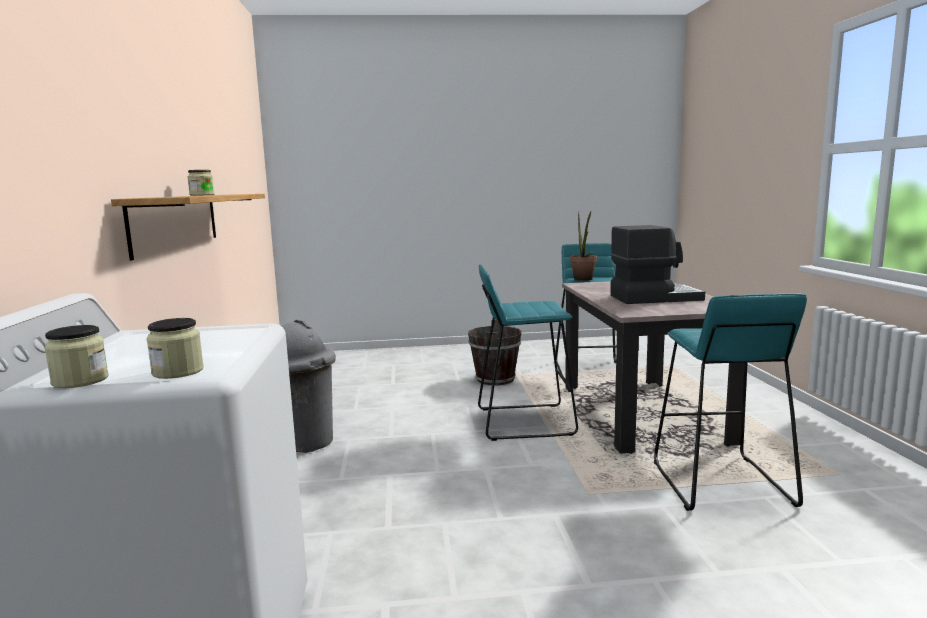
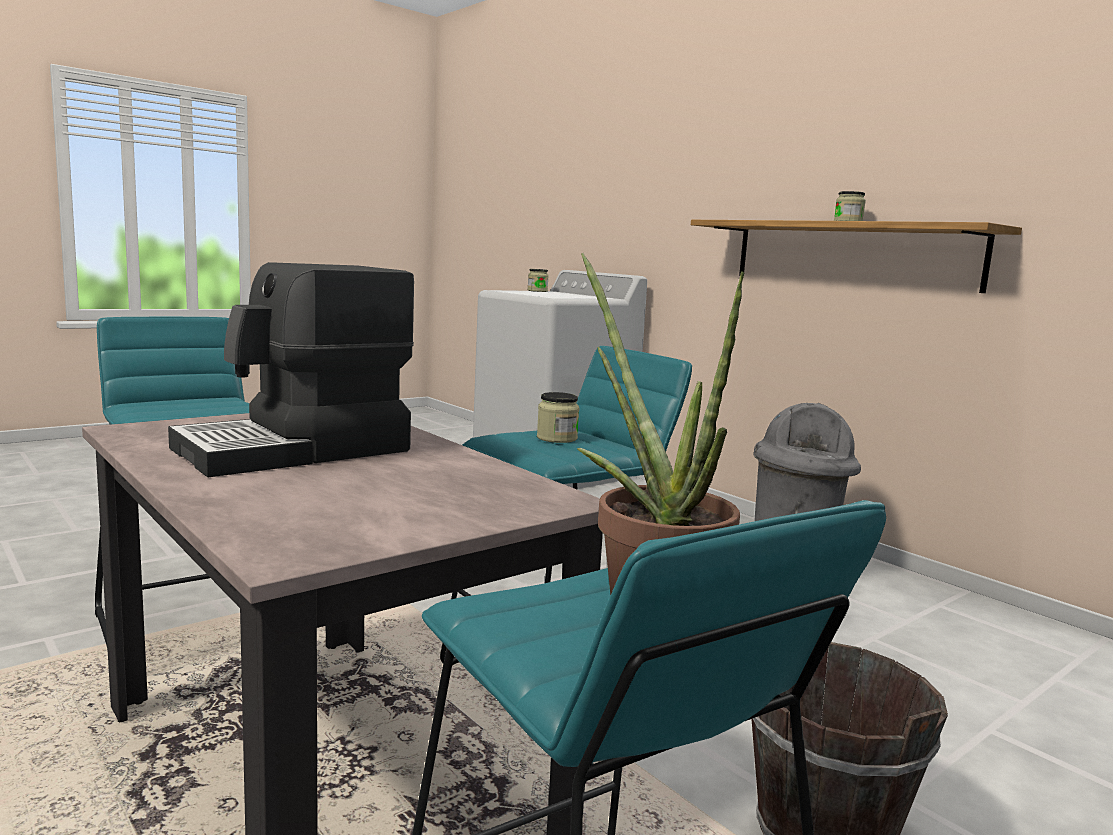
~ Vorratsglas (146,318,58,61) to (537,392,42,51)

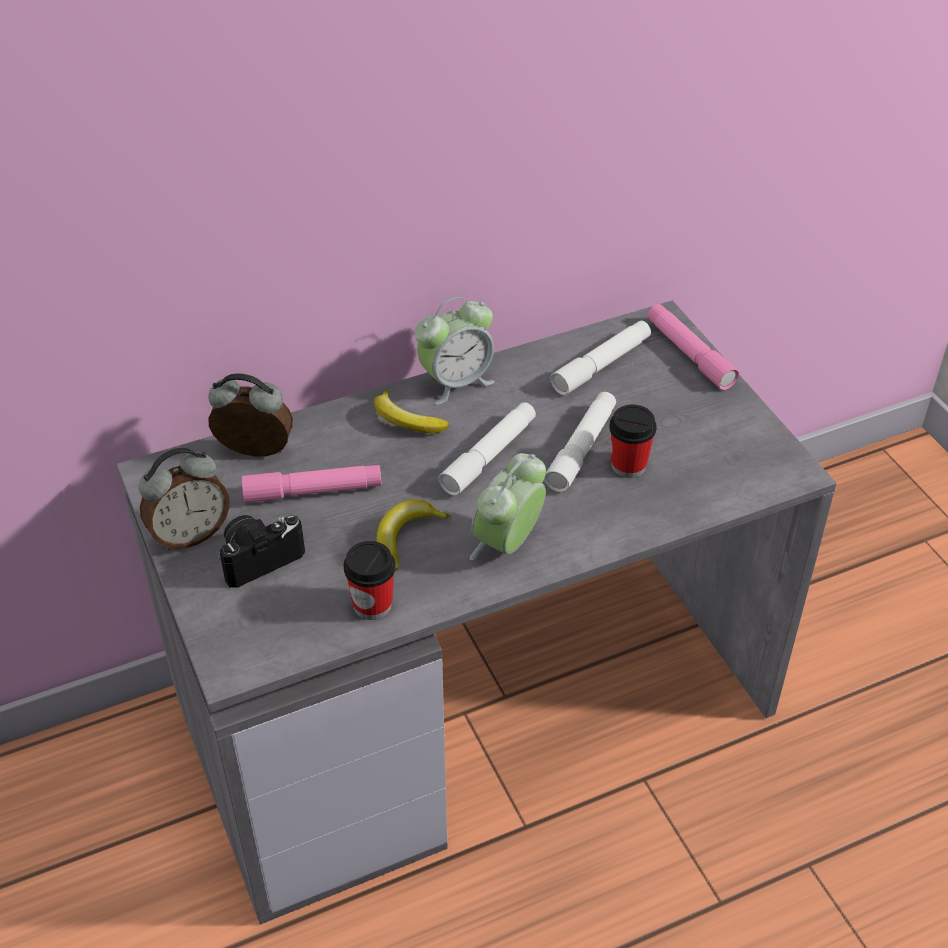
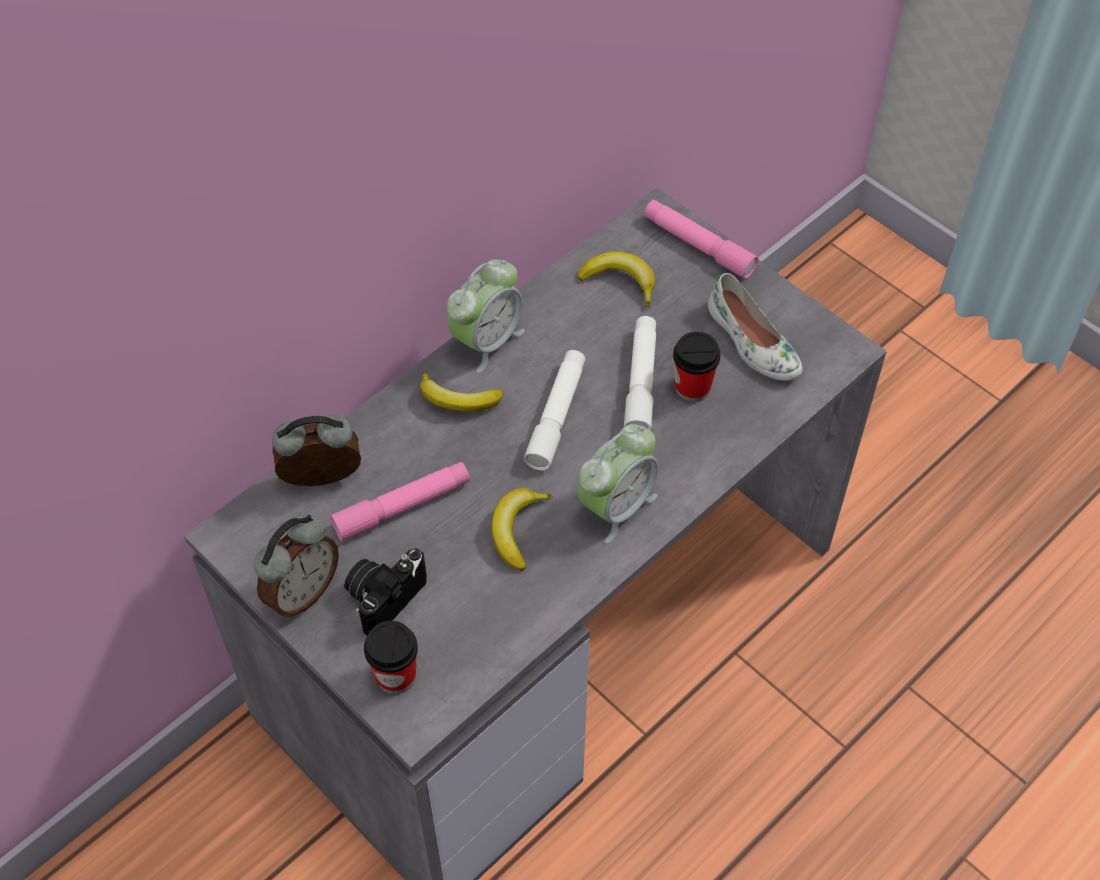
~ Tasse (344,541,52,79) to (364,621,54,73)
~ Taschenlampe (weiß) (551,321,100,74) to Banane (577,251,78,56)
~ Wecker (470,453,76,107) = (578,424,81,119) 150 degrees counterclockwise
+ Schuh (weiß) (708,273,95,108)

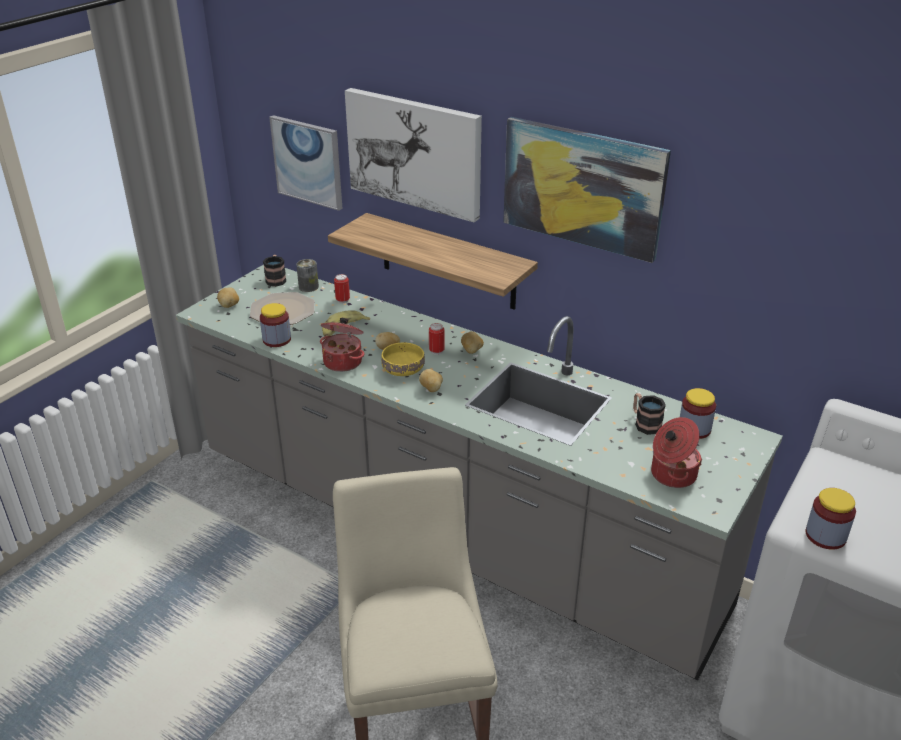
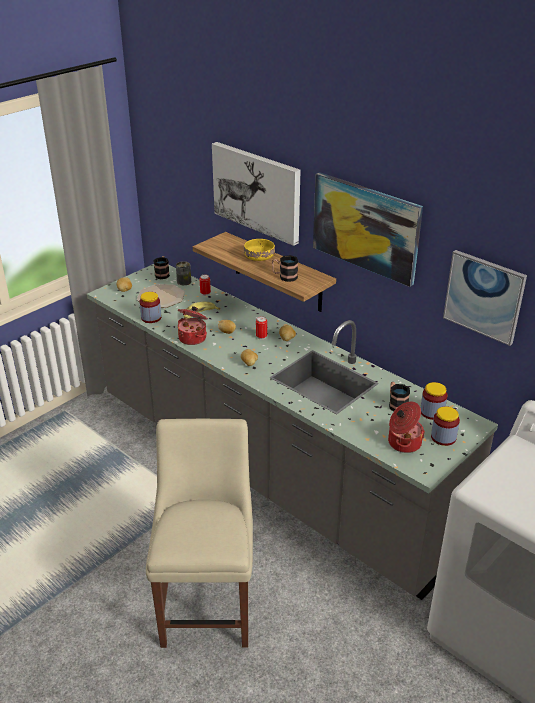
~ Schüssel (gelb) (381,342,44,34) to (244,239,31,22)
+ Henkelbecher (272,255,26,27)
~ Vorratsglas (805,488,51,62) to (431,406,29,40)
~ Bild (269,115,73,96) to (443,250,84,96)

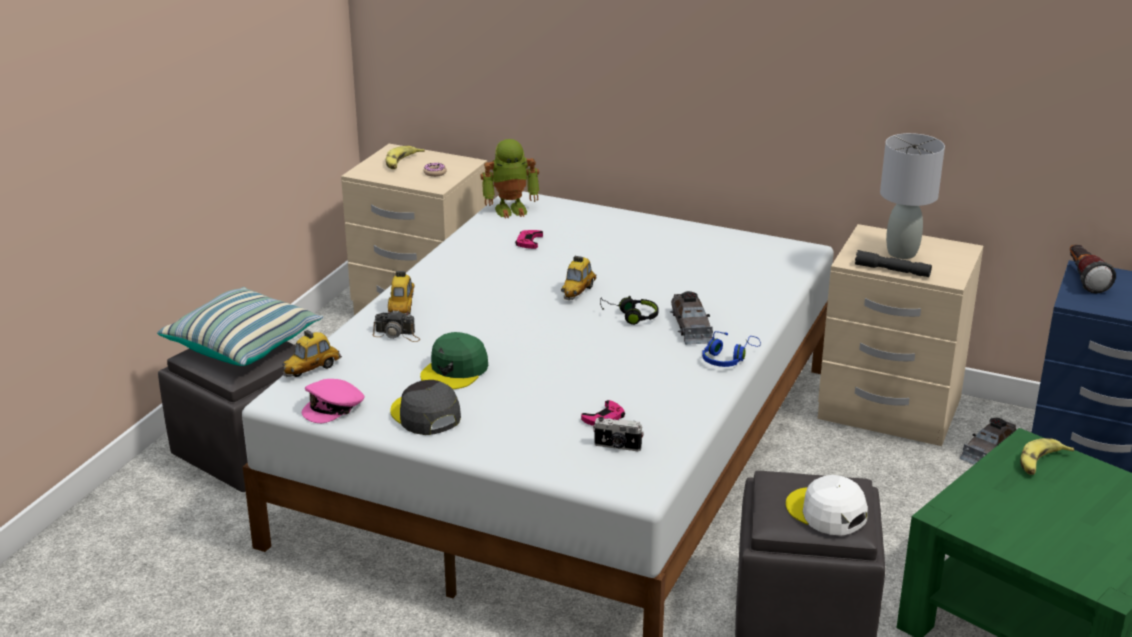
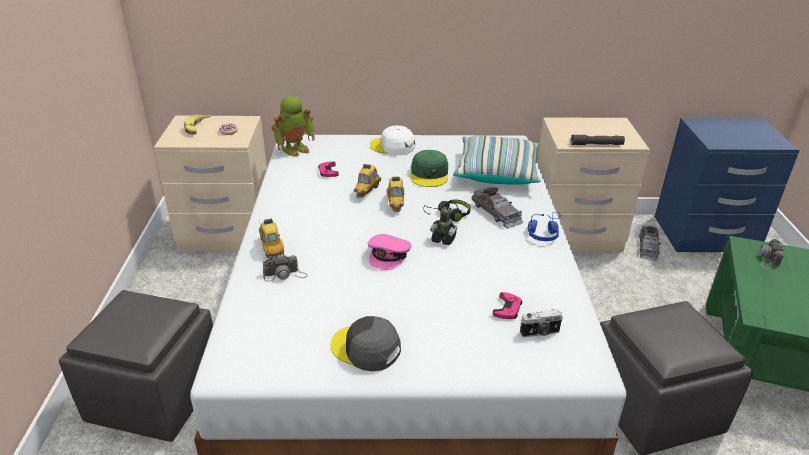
~ Spielzeugauto (282,330,60,47) to (354,164,27,34)
~ Kappe (rosa) (302,379,63,44) to (367,234,45,36)
~ Kappe (weiß) (786,475,82,61) to (370,126,45,29)
~ Kappe (grün) (420,332,68,57) to (410,150,38,37)
+ Spielzeugroboter (430,201,27,44)
~ Kissen (157,287,166,79) to (453,136,88,49)
~ Banane (1020,438,54,37) to Kamera (760,239,24,29)
- Tischlampe (grau) (880,133,65,126)
- Taschenlampe (1070,245,46,49)

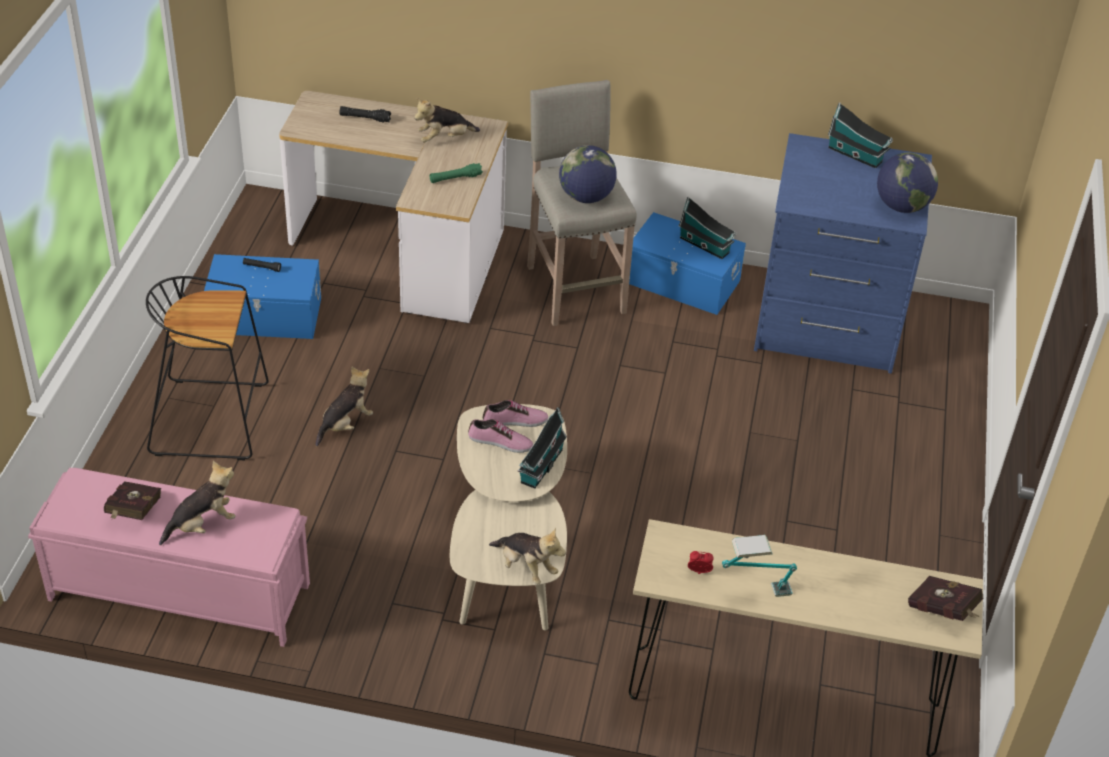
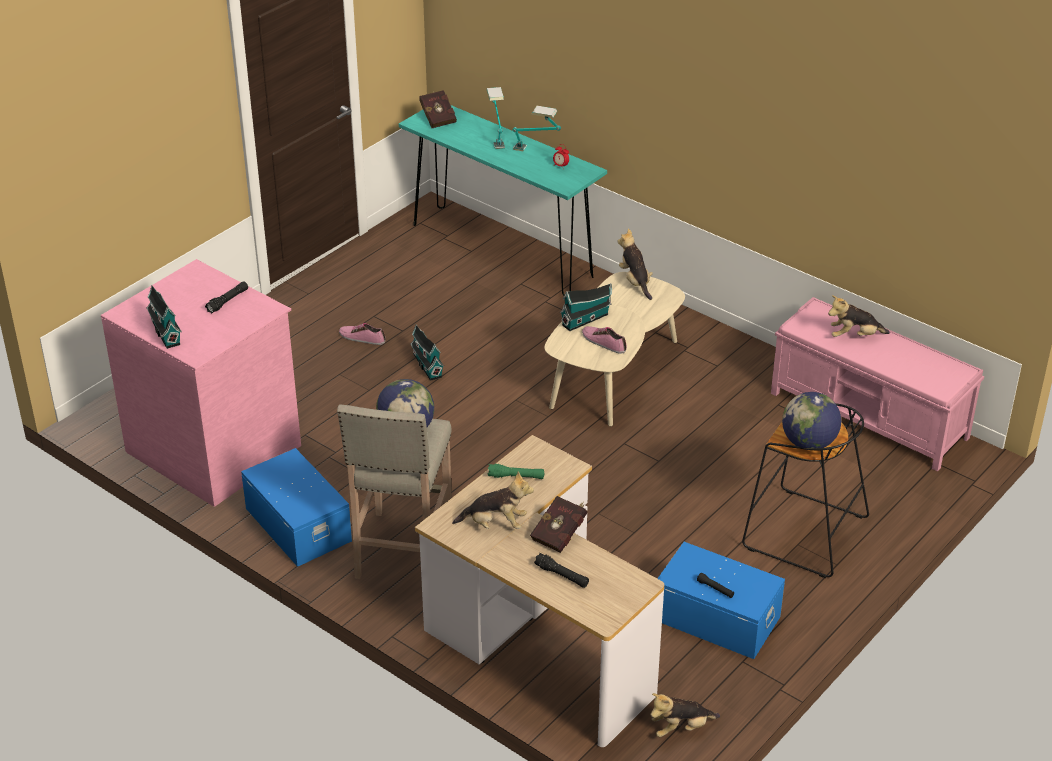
~ Kommode (blau) (754,133,178,241) to Kommode (rosa) (101,259,200,248)
+ Taschenlampe (schwarz) (205,281,43,33)
~ Schuh (483,400,66,27) to (339,323,47,22)
~ Konsolentisch (beige) (629,519,354,238) to Konsolentisch (türkis) (399,105,208,191)
~ Spielzeughaus (679,197,57,62) to (411,324,33,57)
+ Tischlampe (487,87,18,62)
~ Buch (rot) (104,481,57,39) to (530,496,57,57)
~ Plüschtier (316,366,57,80) to (650,693,70,44)
~ Globus (877,152,61,61) to (782,392,59,58)

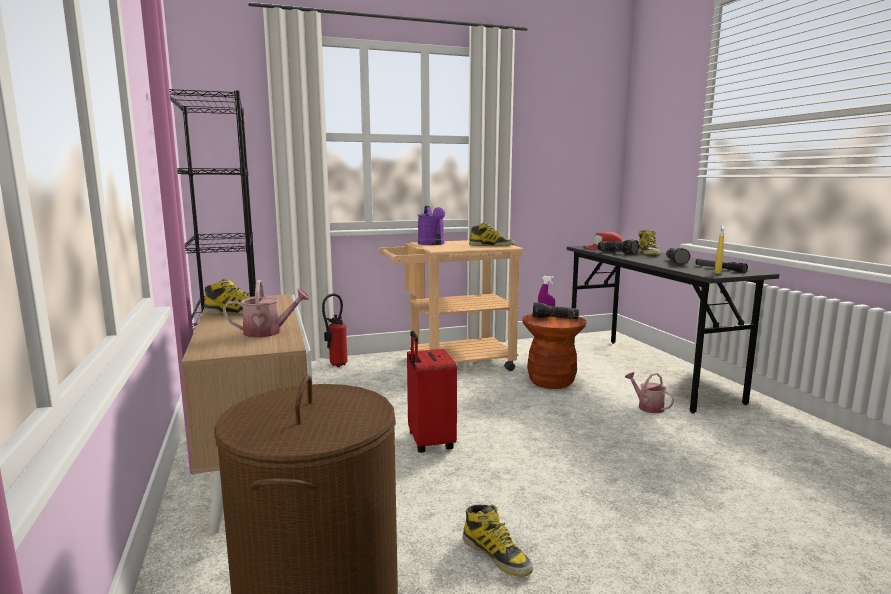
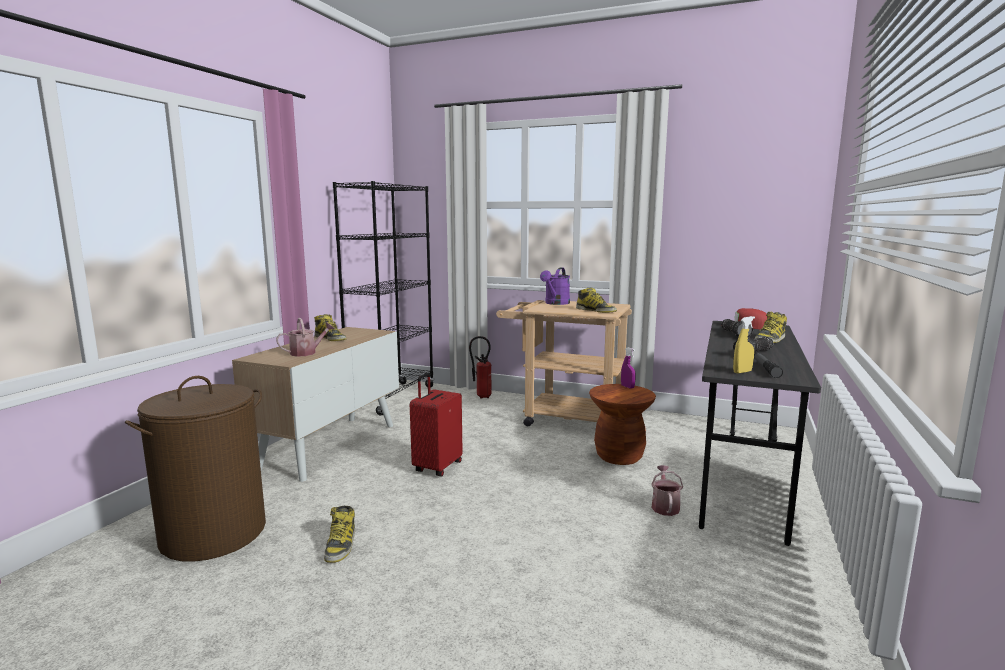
~ Gießkanne (223,280,88,58) = (276,318,59,39) 60 degrees counterclockwise
- Taschenlampe (532,302,47,17)

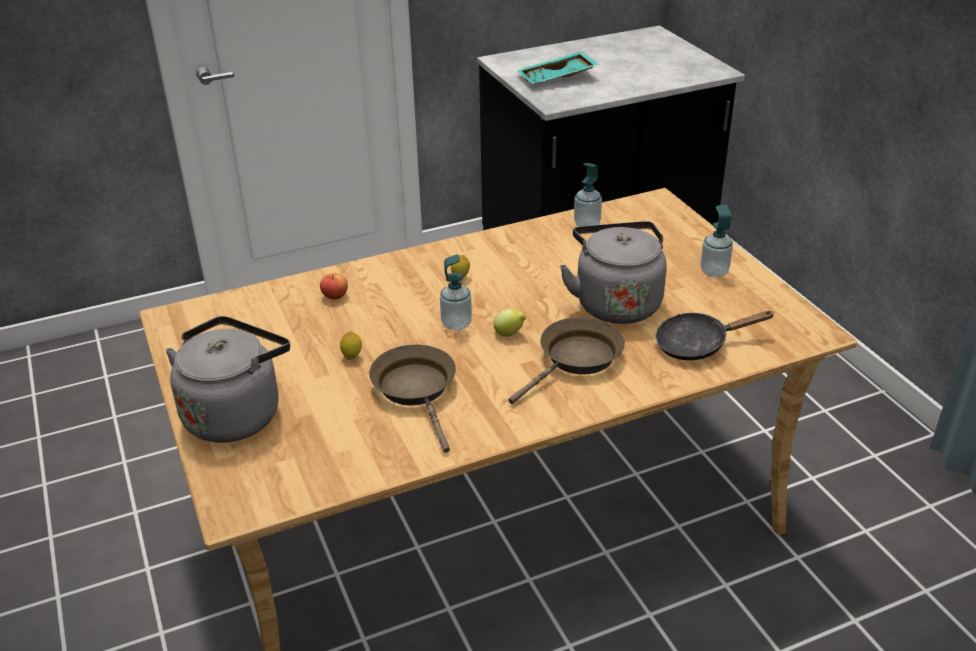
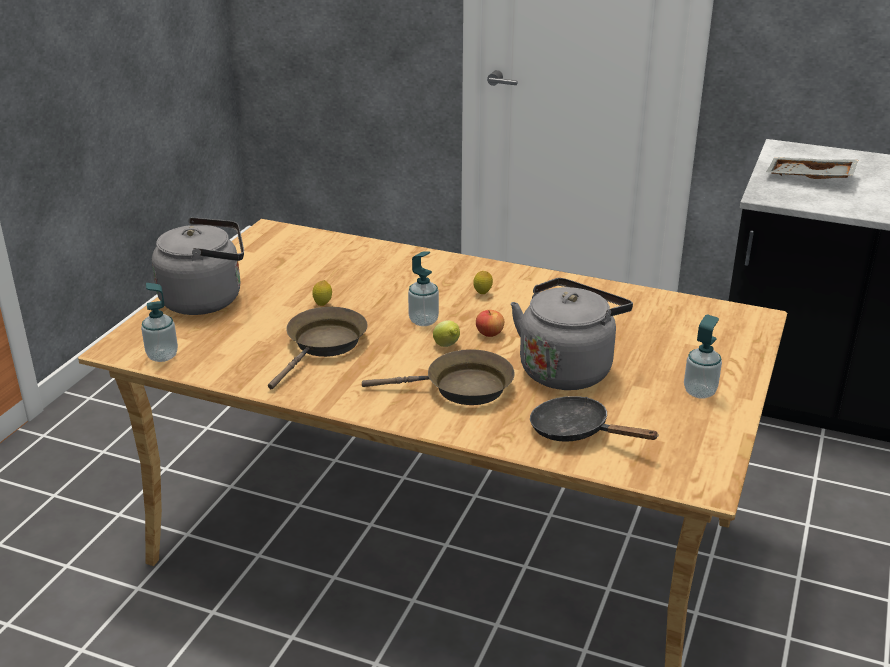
~ Seifenspender (574,163,28,64) to (141,283,37,79)
~ Apfel (320,273,28,26) to (476,310,28,27)
~ Tablett (türkis) (517,51,82,33) to Tablett (grau) (766,158,92,21)

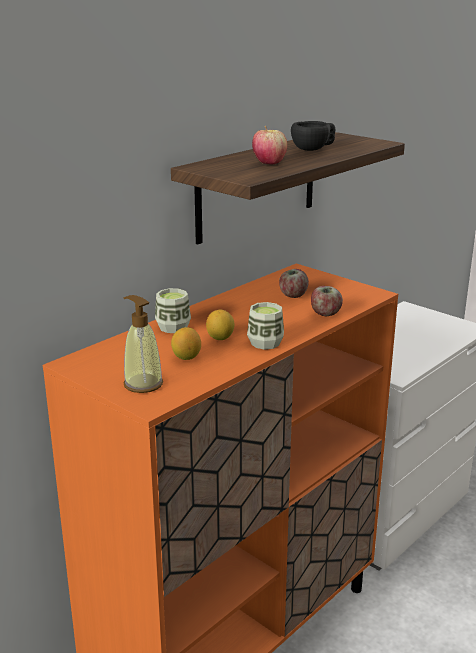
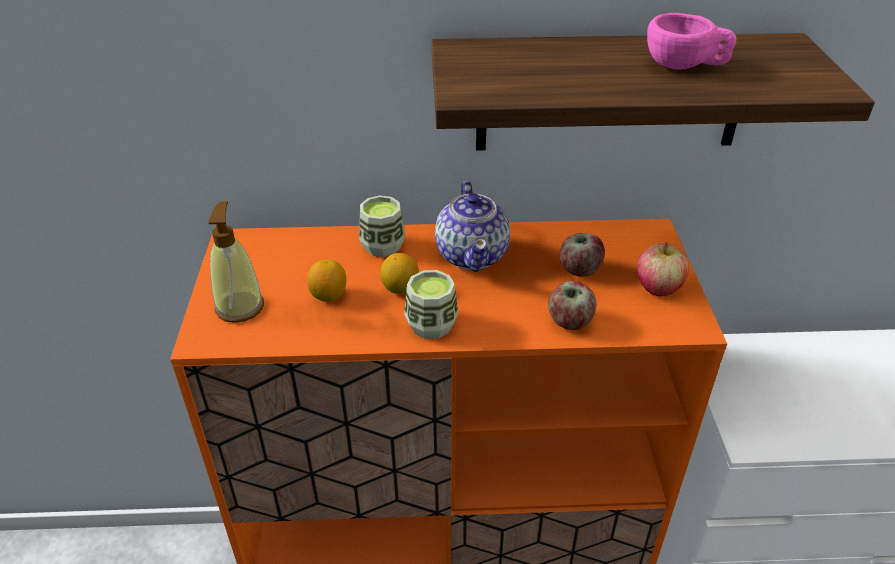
+ Teekanne (435,181,75,91)
~ Apfel (252,126,35,39) to (637,242,52,54)
~ Tasse (schwarz) (291,121,44,30) to Tasse (rosa) (647,13,90,57)

